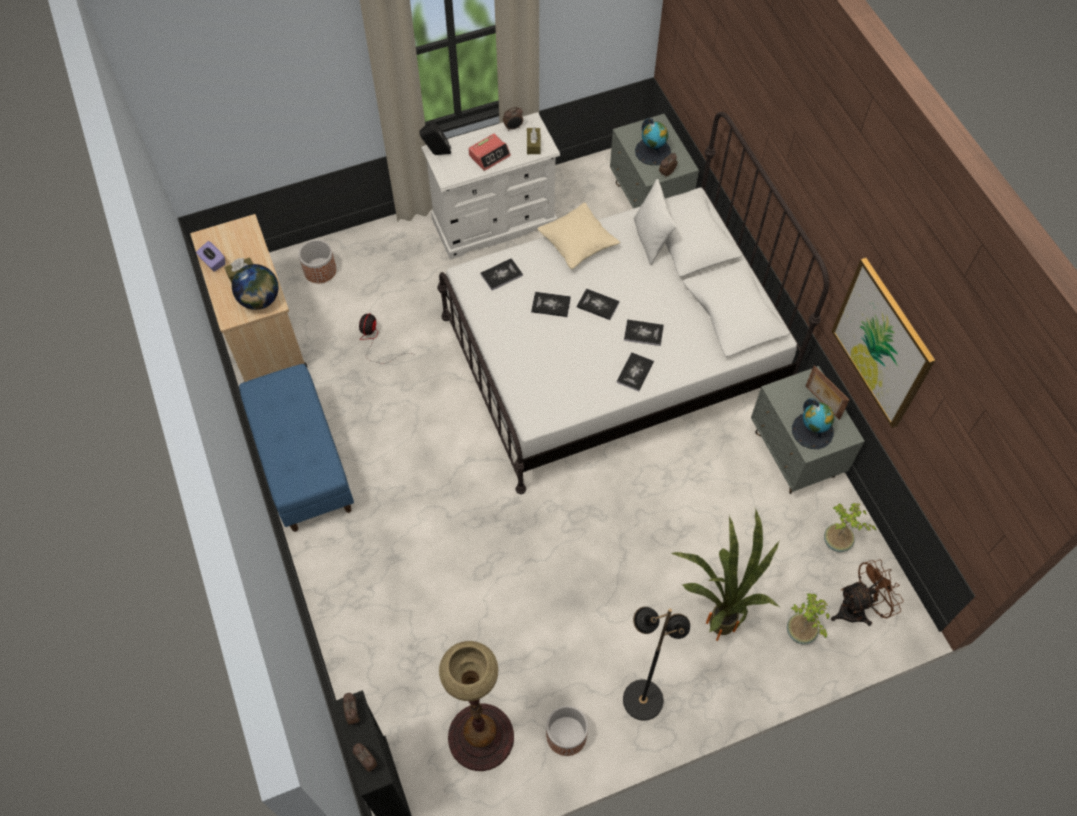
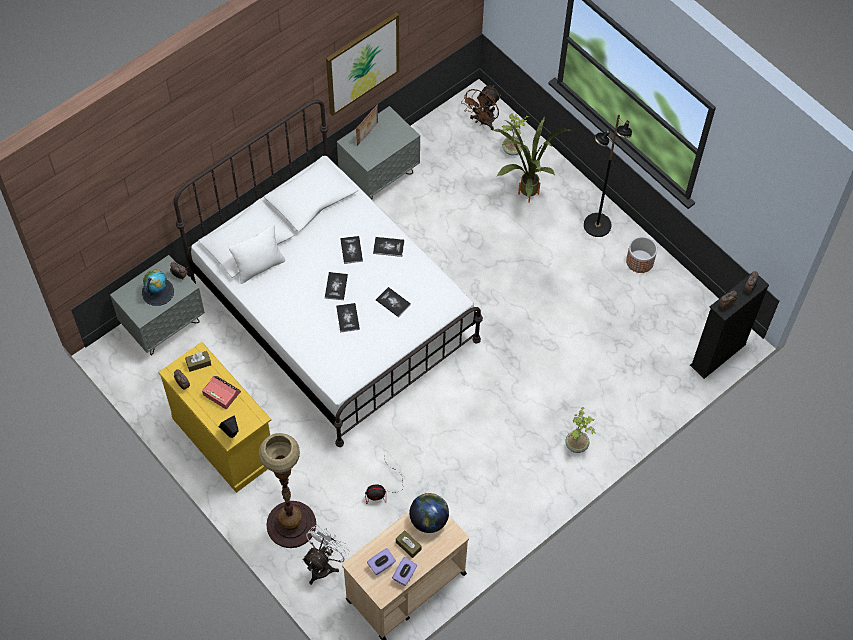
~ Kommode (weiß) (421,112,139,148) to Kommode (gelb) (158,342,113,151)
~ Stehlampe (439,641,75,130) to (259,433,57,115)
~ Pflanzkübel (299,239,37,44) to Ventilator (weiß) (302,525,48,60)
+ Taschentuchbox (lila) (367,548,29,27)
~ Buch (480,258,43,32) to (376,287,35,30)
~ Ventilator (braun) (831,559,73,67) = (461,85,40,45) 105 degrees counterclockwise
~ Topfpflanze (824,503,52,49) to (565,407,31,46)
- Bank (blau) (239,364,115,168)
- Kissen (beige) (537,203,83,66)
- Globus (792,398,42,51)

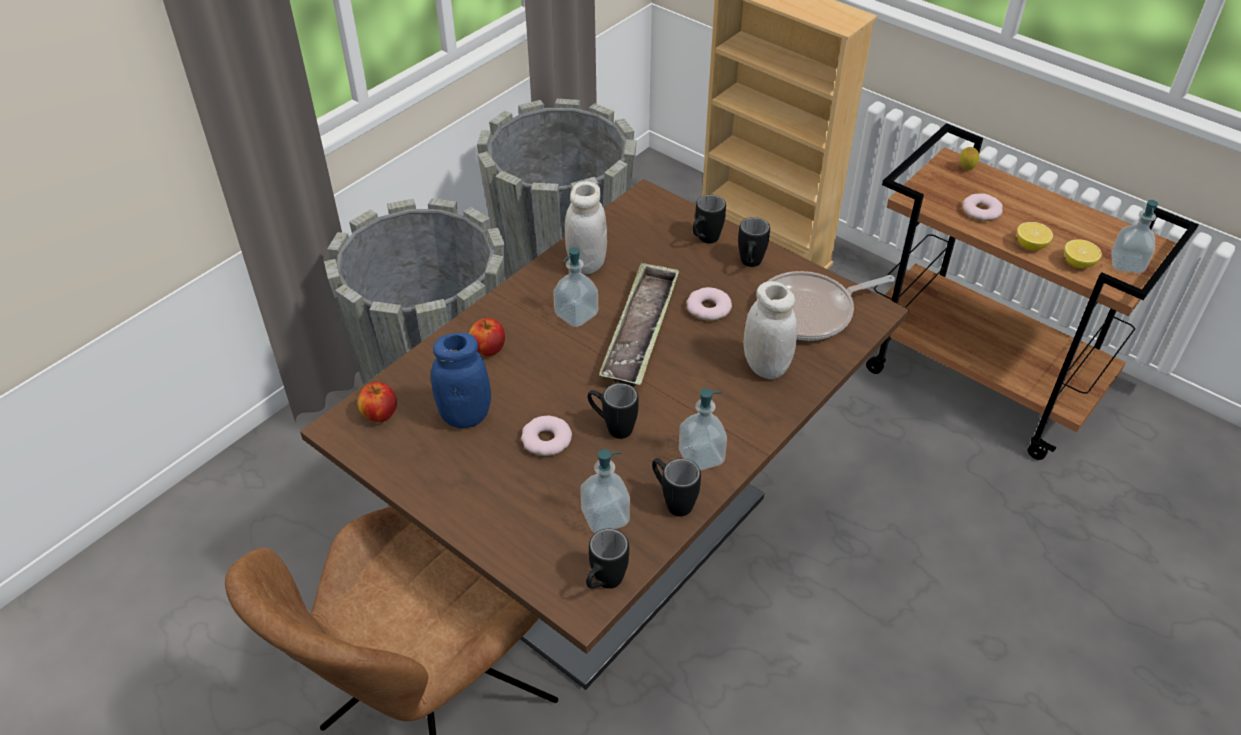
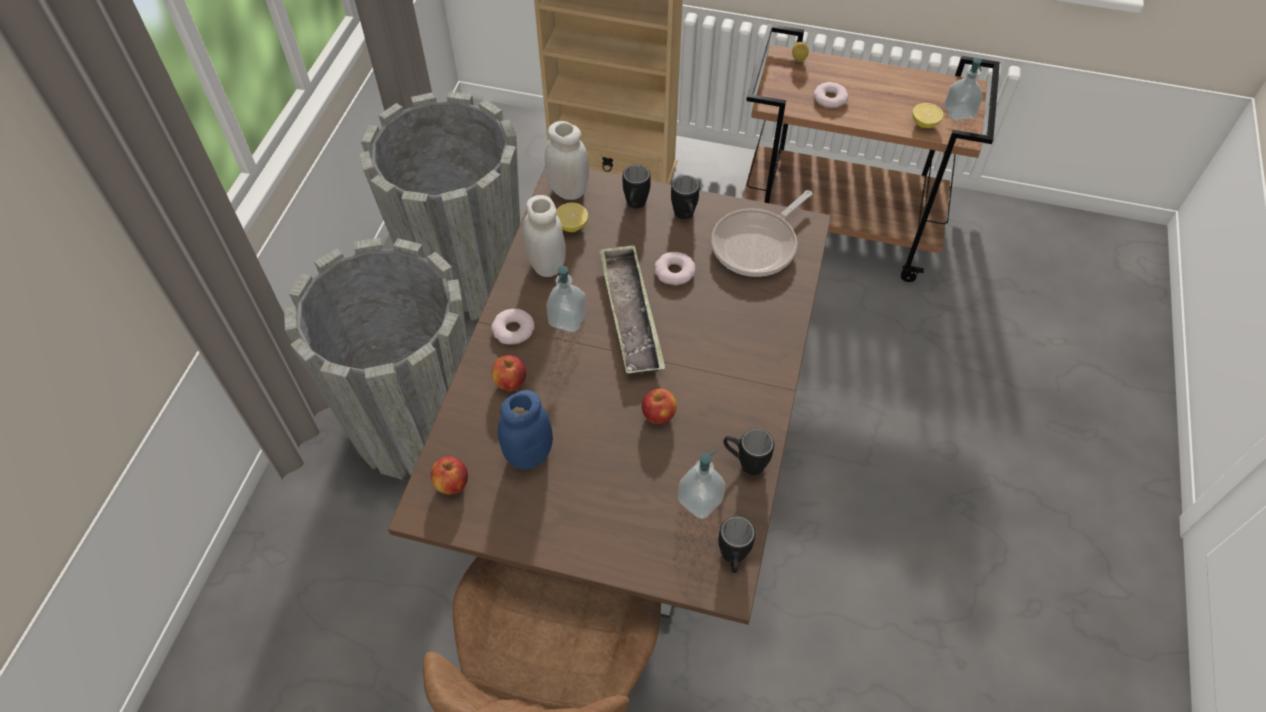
~ Donut (521,416,51,40) to (491,309,43,36)
~ Vorratsglas (weiß) (743,281,55,98) to (545,121,44,79)
~ Zitrone (1017,222,36,28) to (557,203,31,29)
~ Henkelbecher (schwarz) (588,383,50,56) to Apfel (642,389,35,35)
- Seifenspender (679,388,48,83)

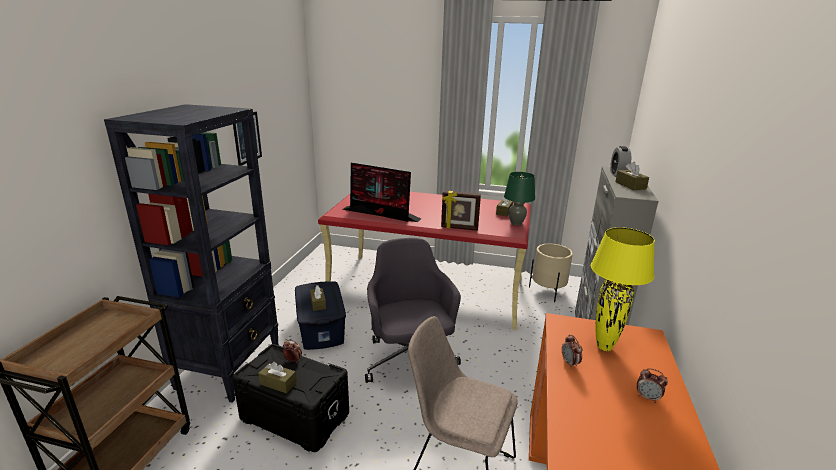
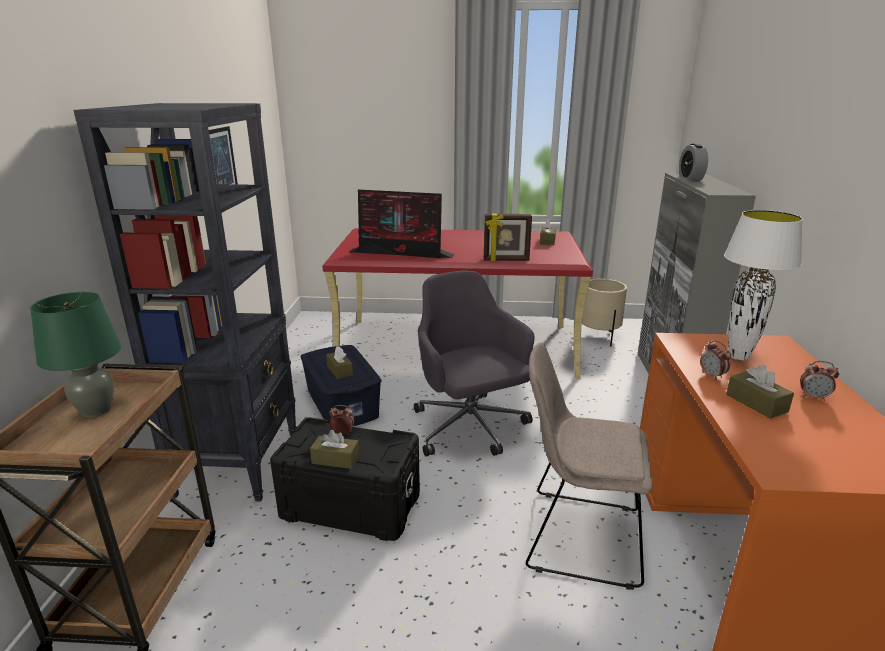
~ Tischlampe (grün) (504,172,31,53) to (30,292,91,126)
~ Tischlampe (gelb) (591,227,64,124) to Tischlampe (weiß) (724,210,79,151)
~ Taschentuchbox (braun) (615,162,34,28) to (726,365,68,54)

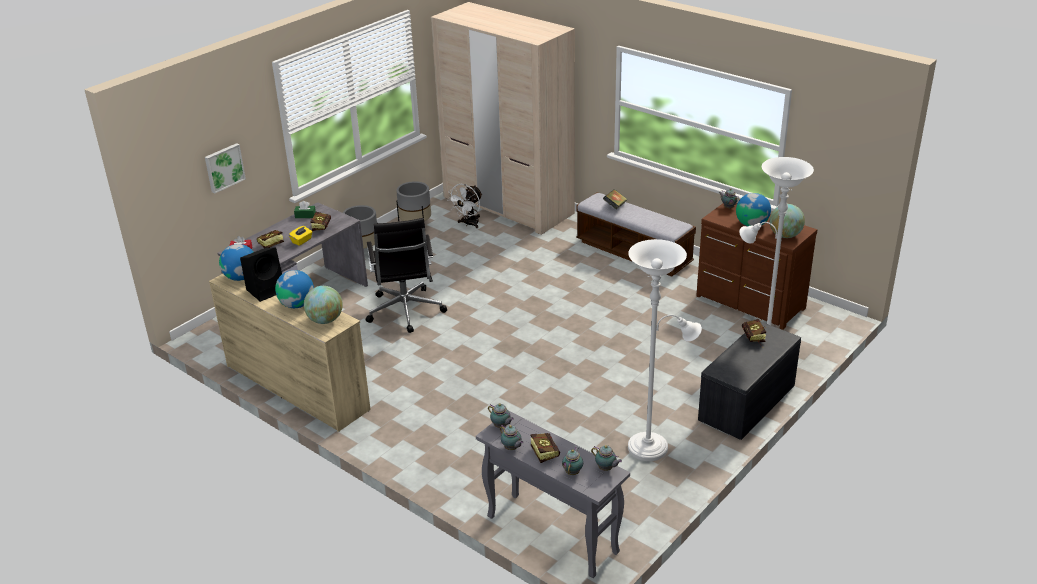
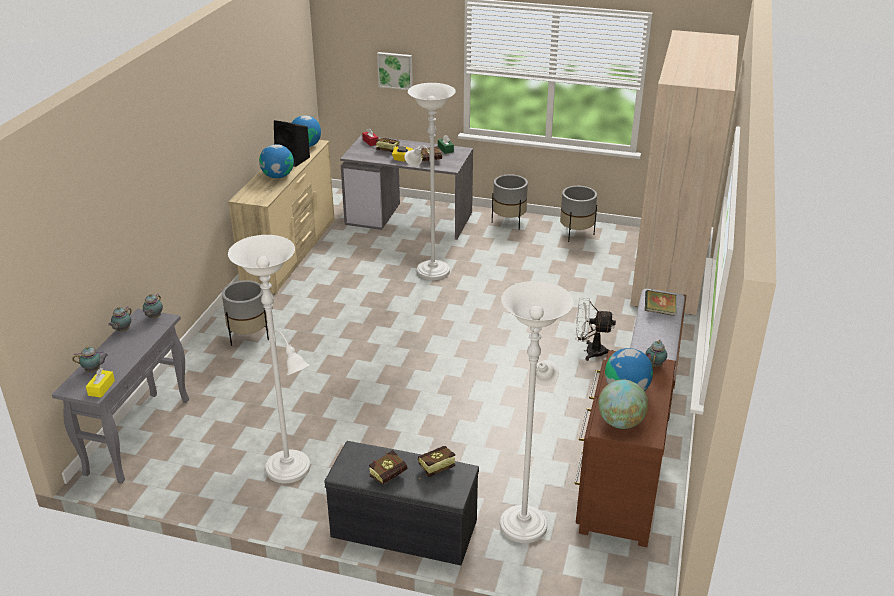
~ Teekanne (591,445,31,26) to Taschentuchbox (gelb) (86,368,29,30)
+ Pflanzkübel (grau) (222,280,47,66)
~ Buch (531,433,29,30) to (369,450,38,34)
~ Bürostuhl (schwarz) (366,218,81,115) to Stehlampe (weiß) (405,83,51,197)
~ Ventilator (weiß) (447,184,35,44) to (576,298,40,63)
- Globus (304,286,39,38)

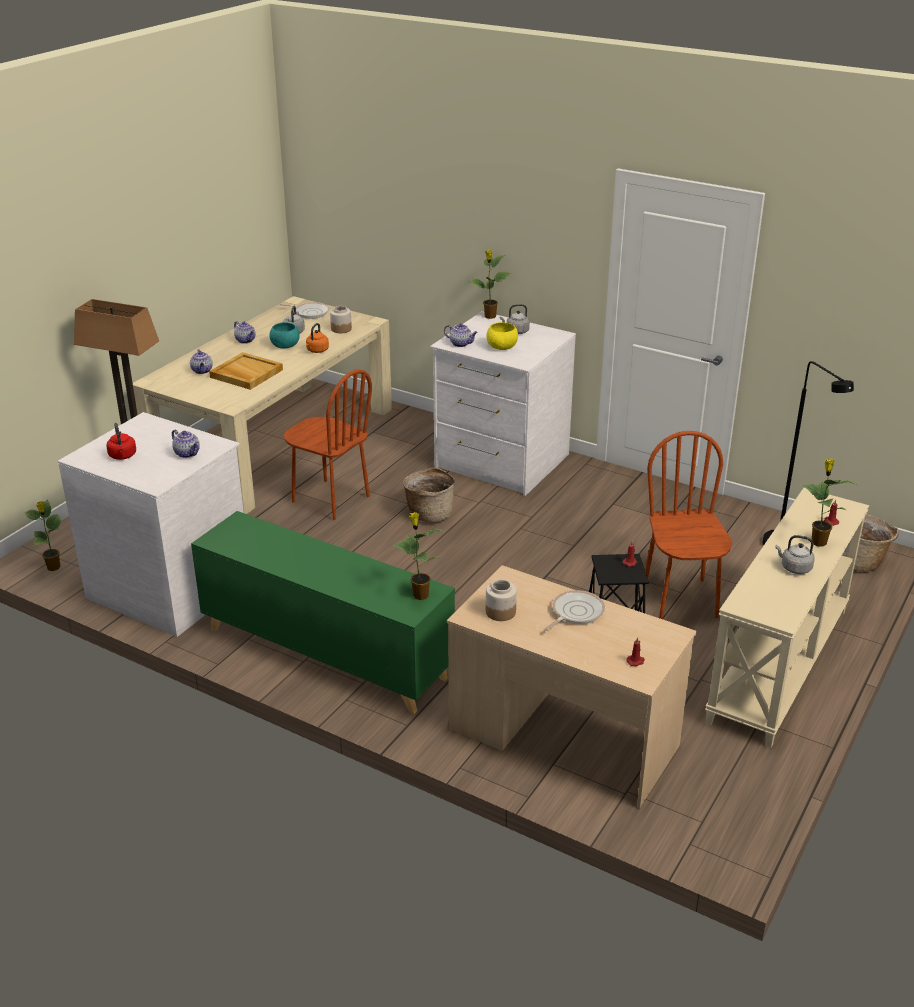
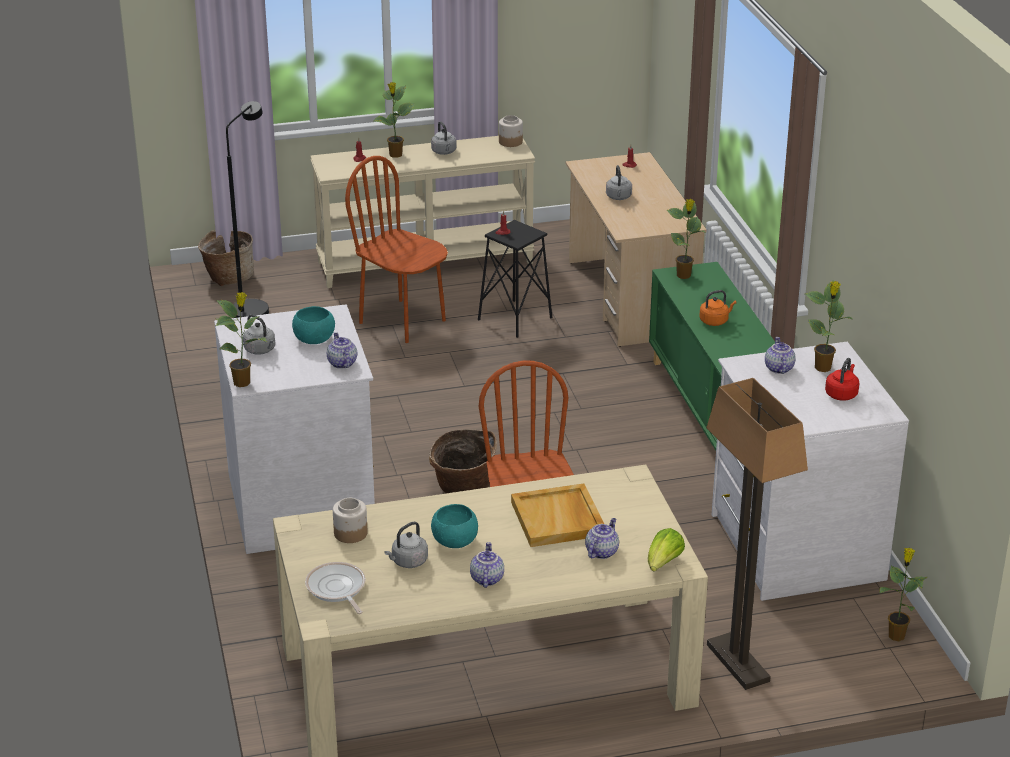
~ Schüssel (gelb) (486,322,32,28) to Schüssel (türkis) (292,306,43,38)
~ Stuhl (braun) (645,431,87,188) = (345,156,103,187) 90 degrees clockwise
~ Vorratsglas (486,580,31,41) to (499,115,24,32)
~ Pfanne (545,590,60,41) to Wasserkessel (grau) (606,165,26,35)
+ Salatkopf (648,528,37,44)
~ Wasserkessel (orange) (306,323,23,30) to (700,290,37,36)
+ Topfpflanze (805,280,49,92)

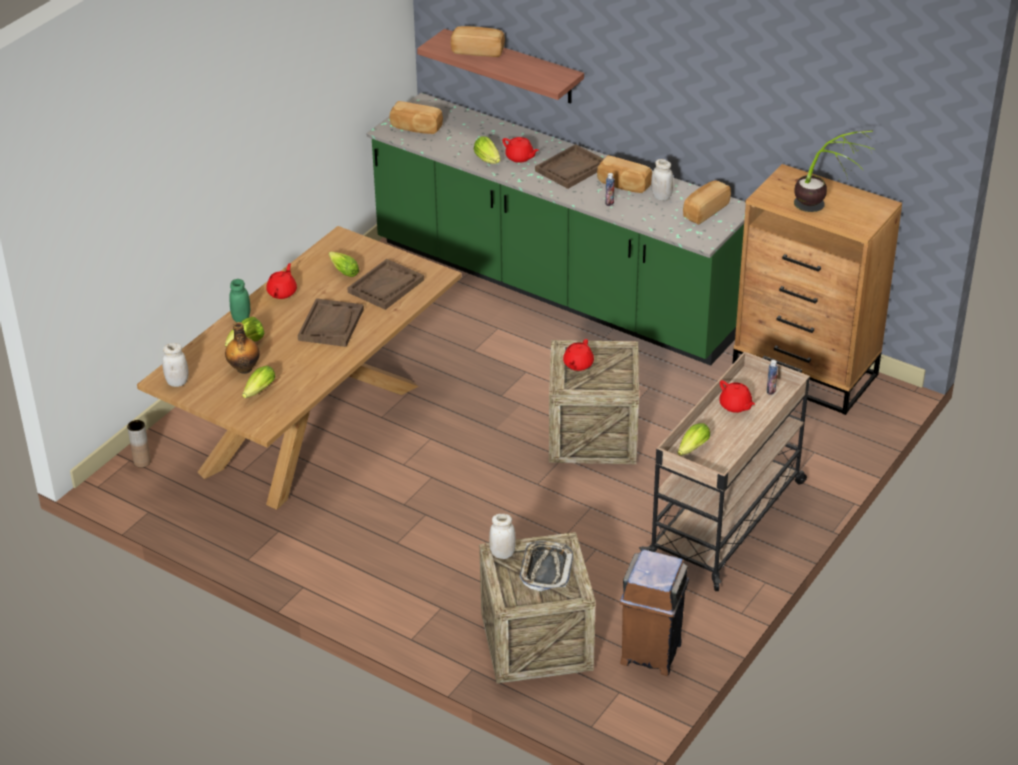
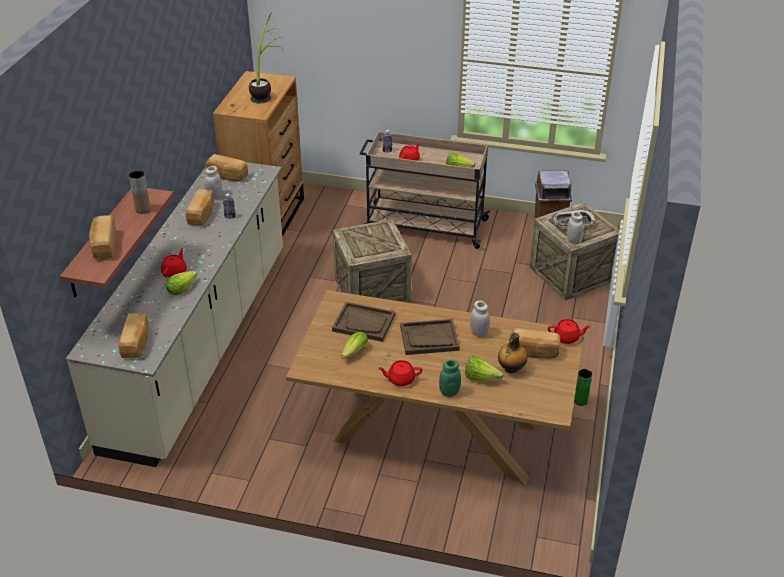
~ Küchenzeile (grün) (367,93,379,273) to Küchenzeile (beige) (66,162,217,305)
~ Vase (braun) (127,420,24,48) to (129,170,22,44)
~ Vorratsglas (weiß) (162,343,27,44) to (470,301,20,36)
~ Salatkopf (242,366,33,32) to Brot (512,328,48,31)
~ Teekanne (rot) (563,339,31,32) to (548,319,43,25)
+ Vase (grün) (574,369,18,37)
- Tablett (braun) (535,144,69,45)

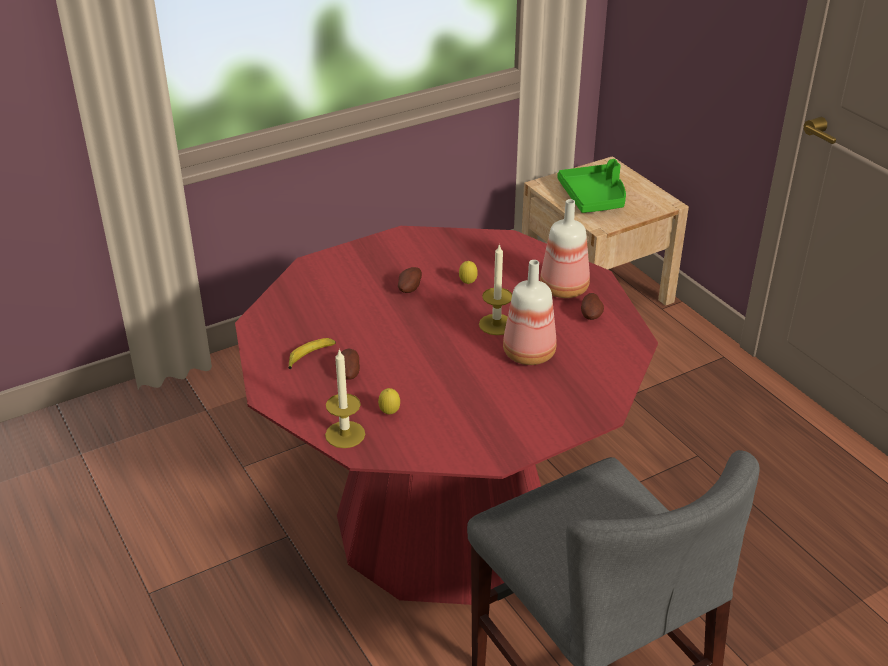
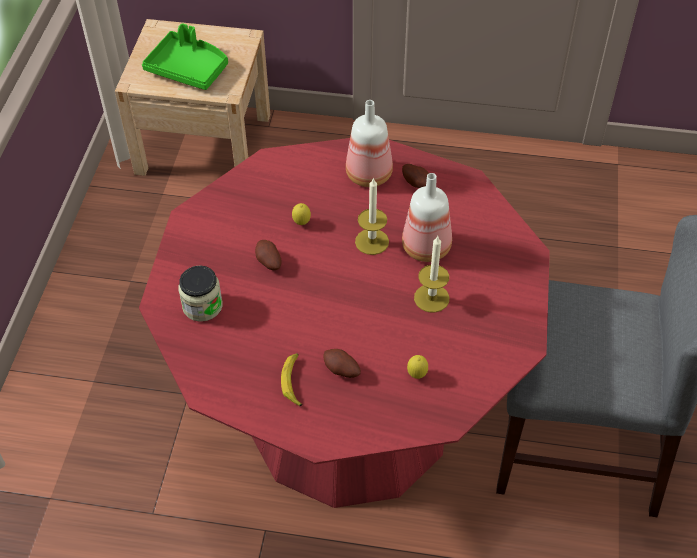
+ Vorratsglas (178,265,45,56)
~ Kerze (325,349,40,99) to (414,235,35,78)

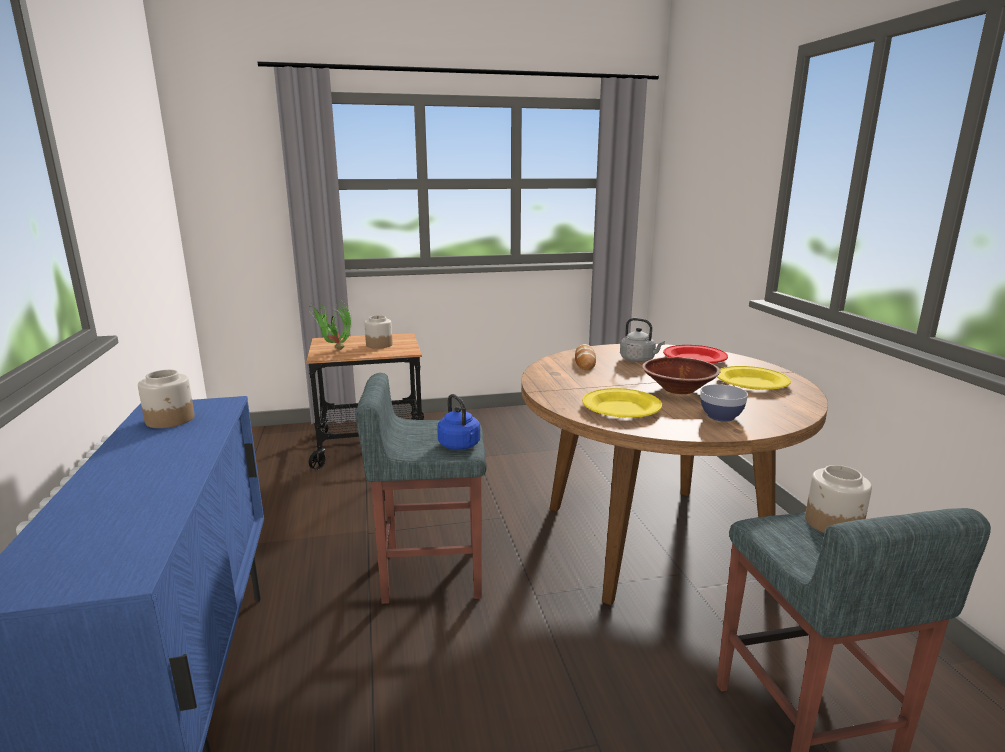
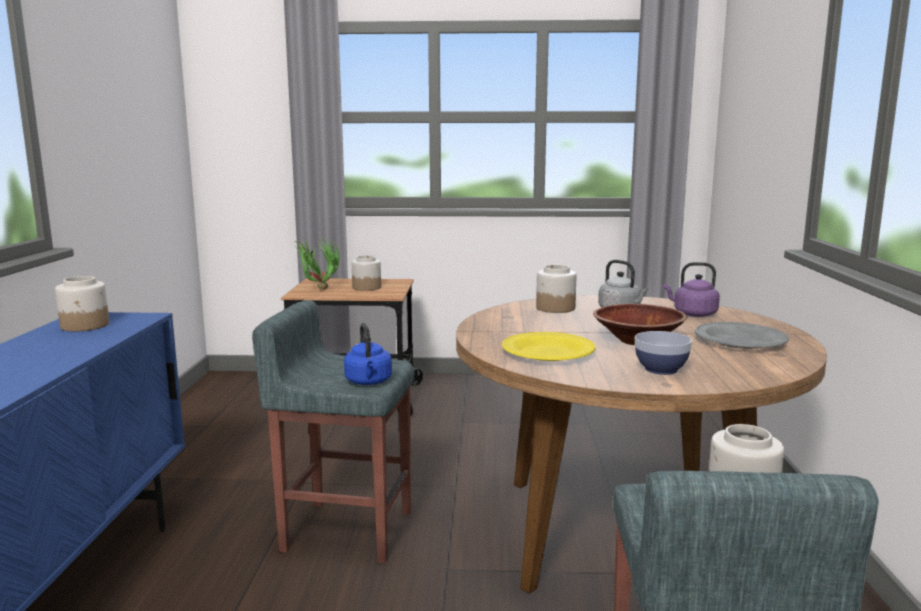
~ Brot (575,344,21,26) to Vorratsglas (536,265,41,48)
~ Teller (rot) (663,345,65,18) to Wasserkessel (lila) (663,262,57,55)
~ Teller (gelb) (717,366,74,24) to Teller (grau) (695,322,94,27)

